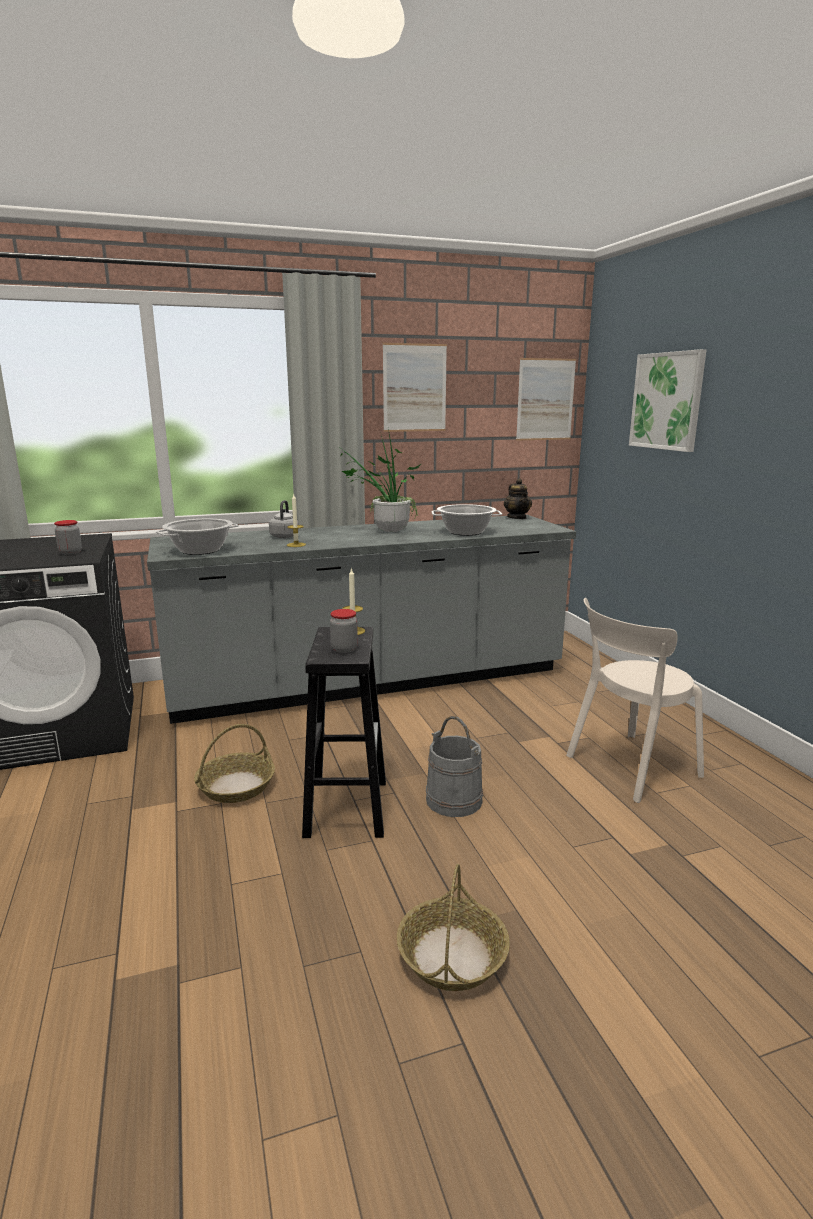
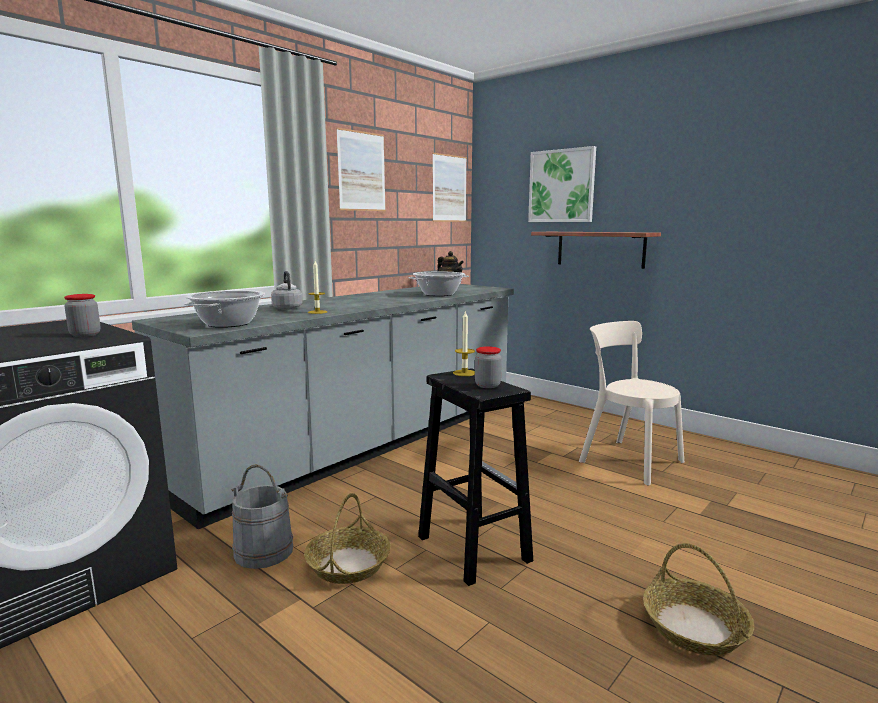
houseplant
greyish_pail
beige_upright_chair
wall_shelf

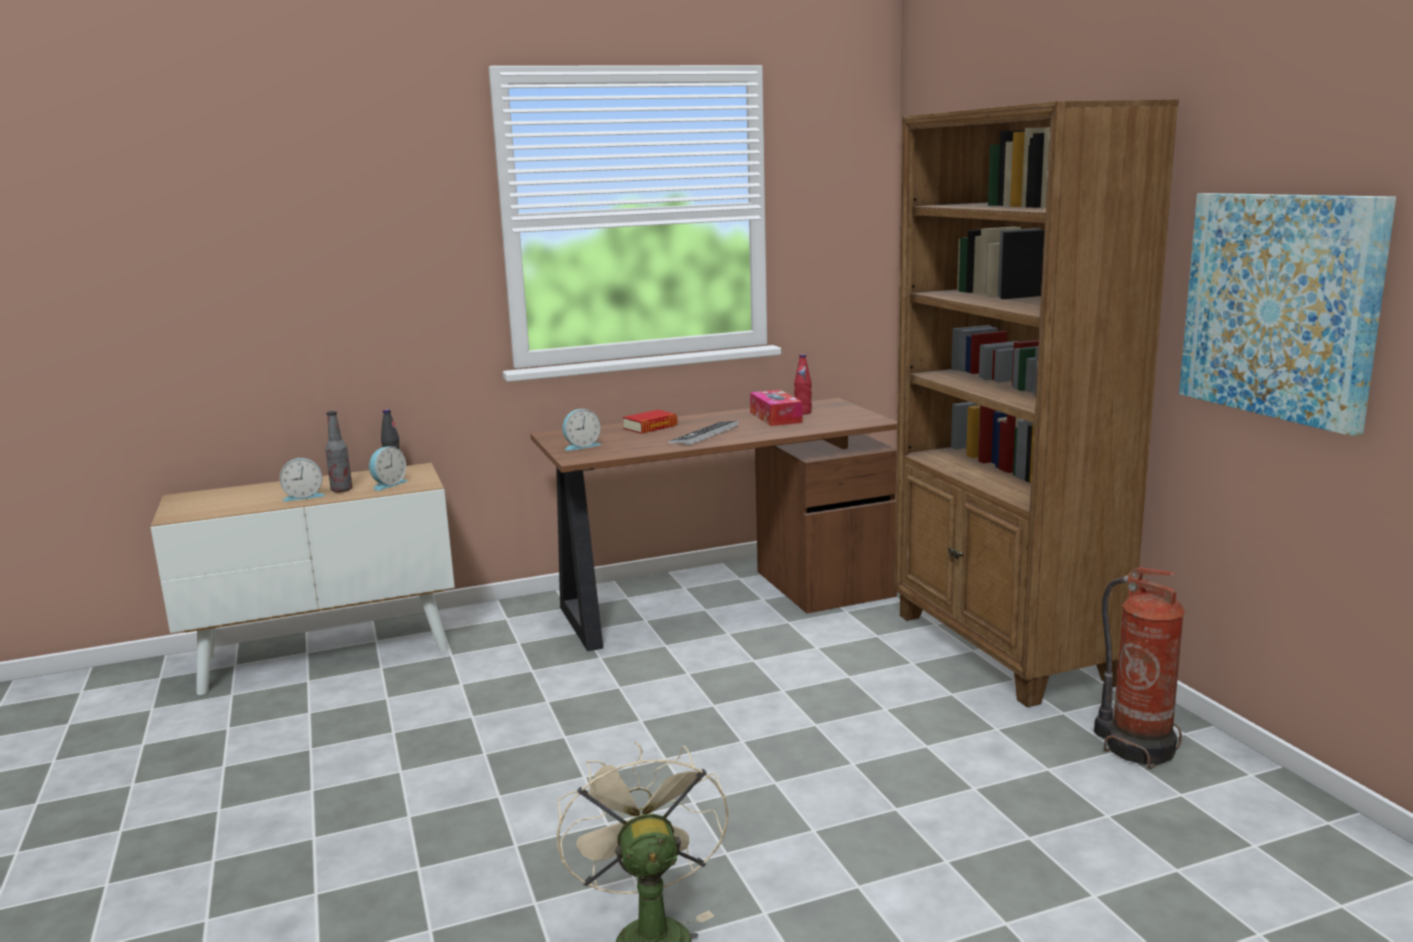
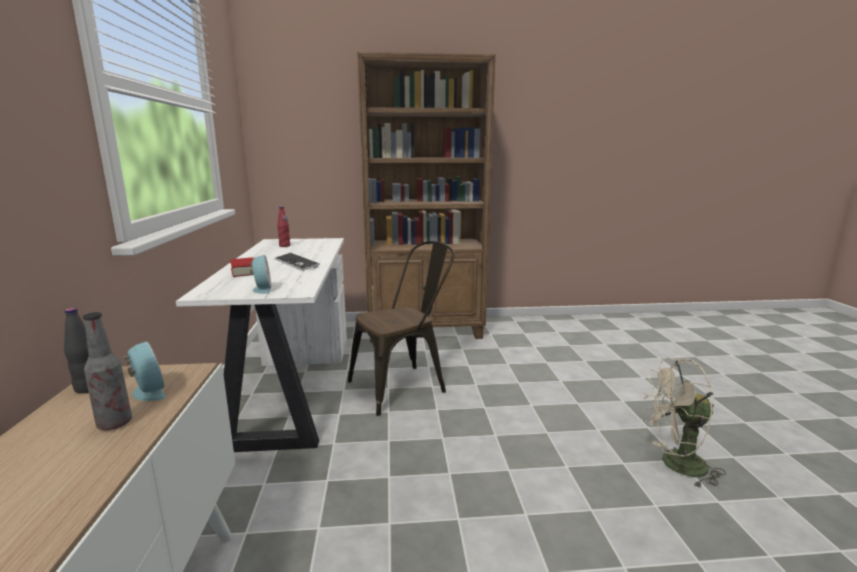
table_clock (no. 1 from left in the first image)
white_desk
tissue_holder
fire_extinguisher
wall_picture
brown-coloured_upright_chair

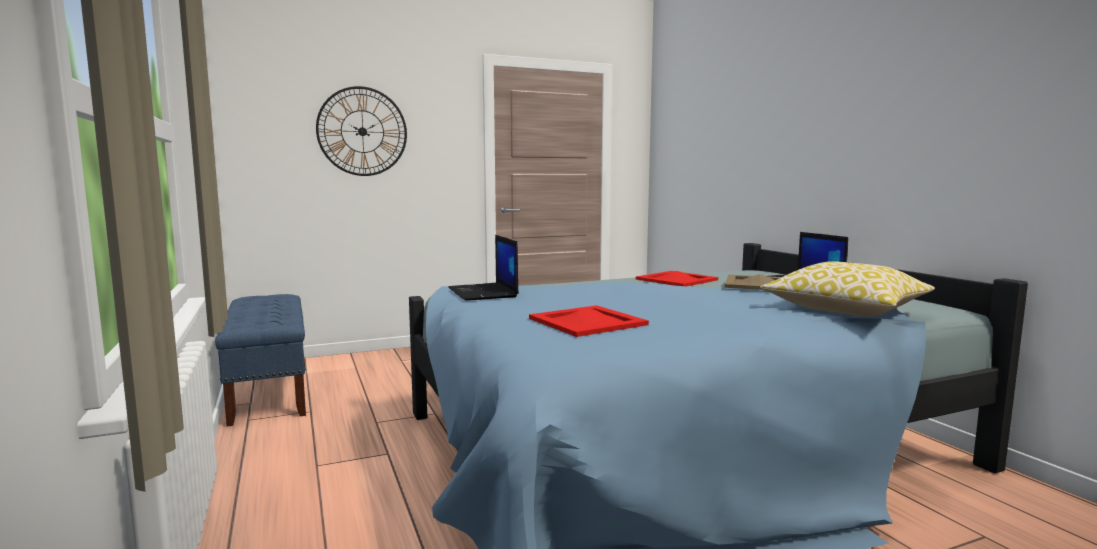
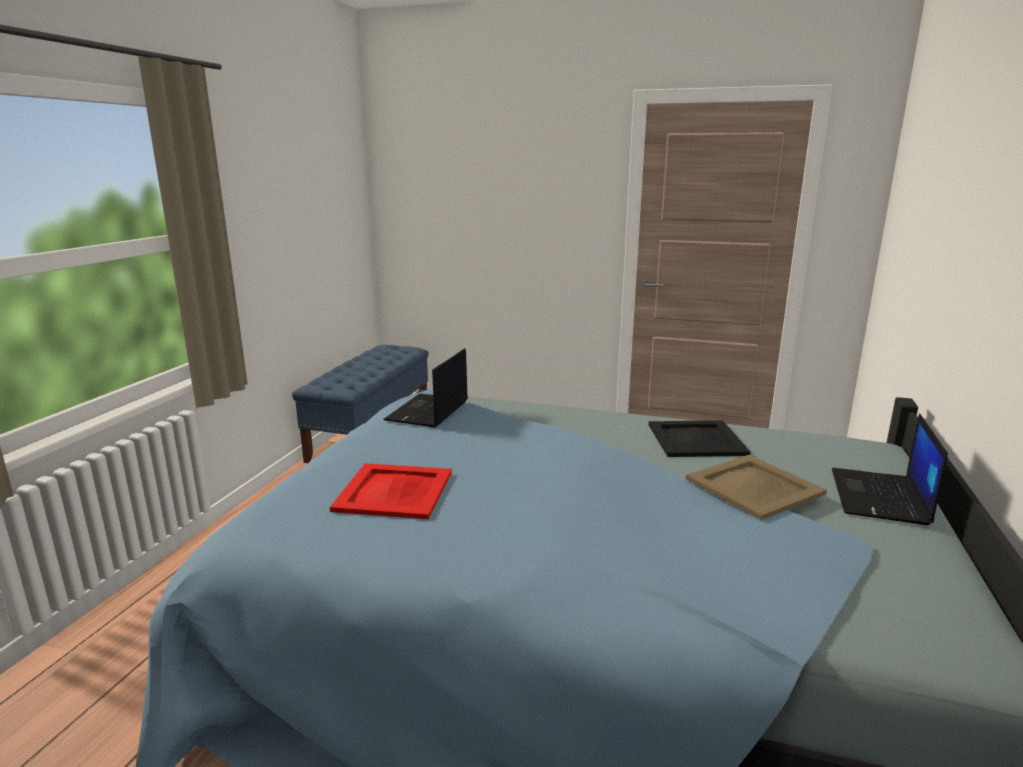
clock_on_the_wall
black_tray
throw_pillow

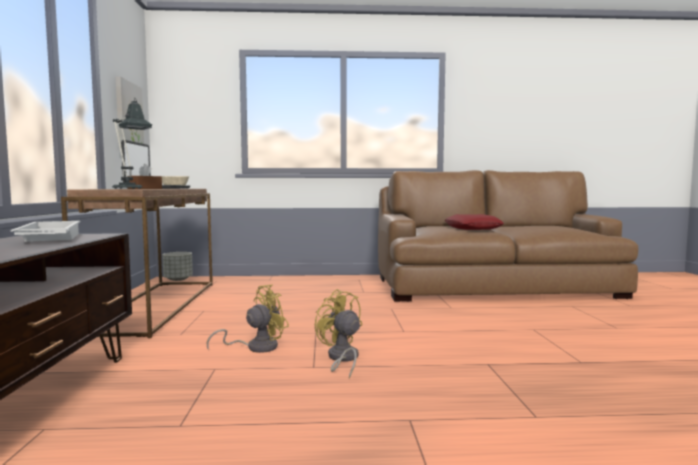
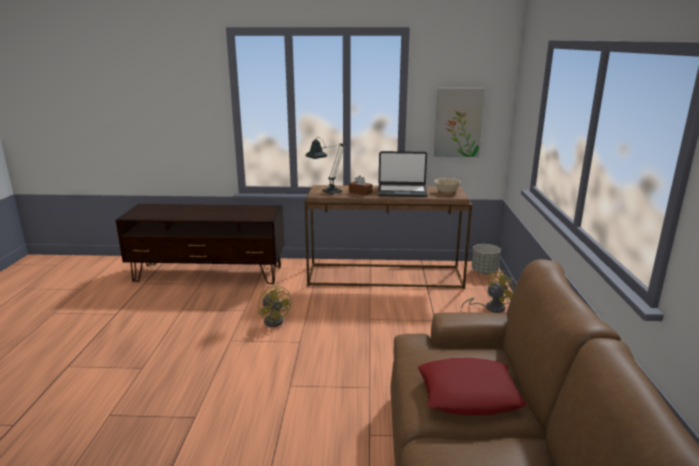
white_tray
yellow-coloured_electric_fan (no. 2 from left)

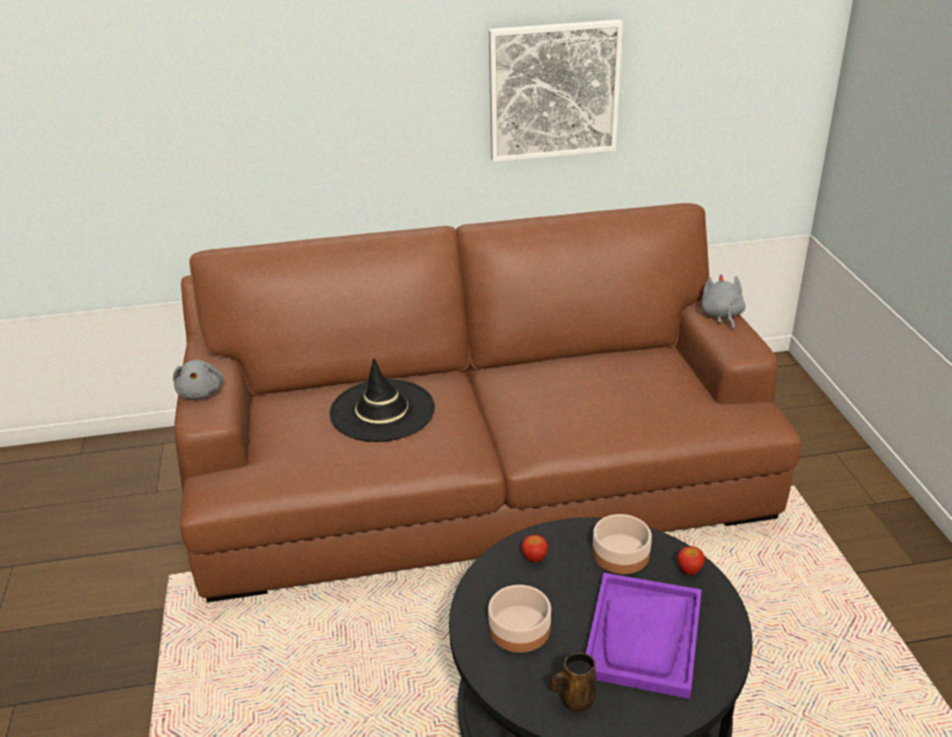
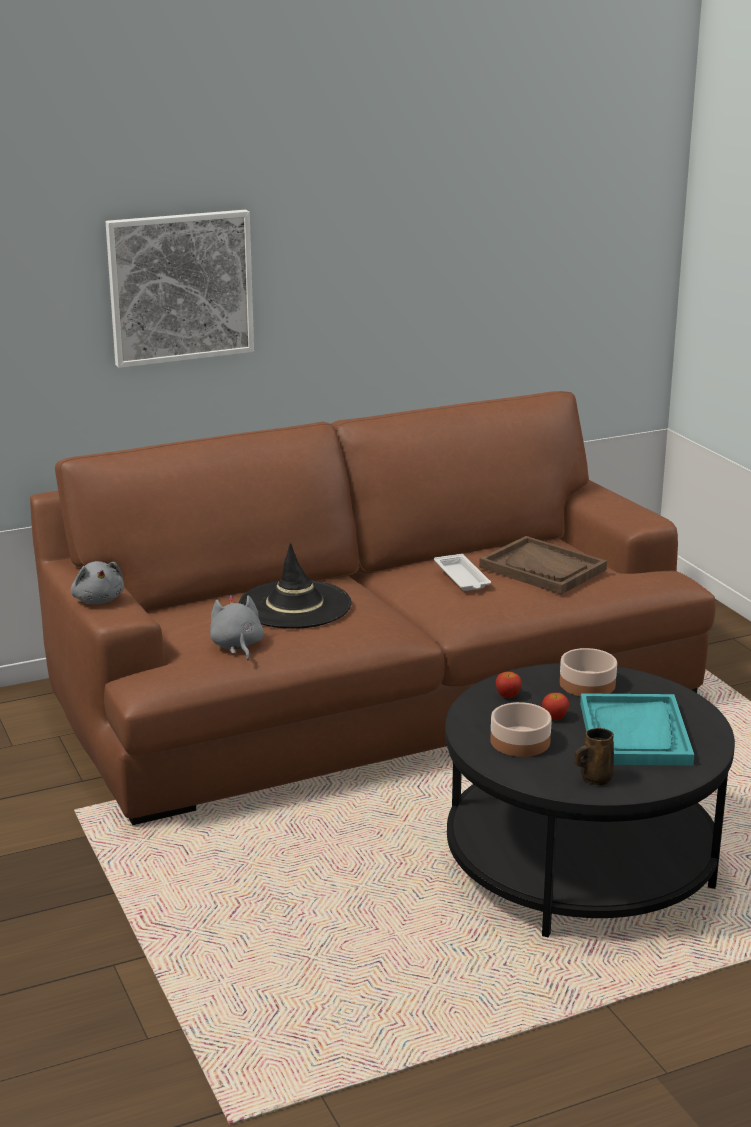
wall_picture
turquoise_tray
whole_apple (no. 2 from left)
greyish_cuddly_toy (no. 2 from left)
white_tray
brown-coloured_tray

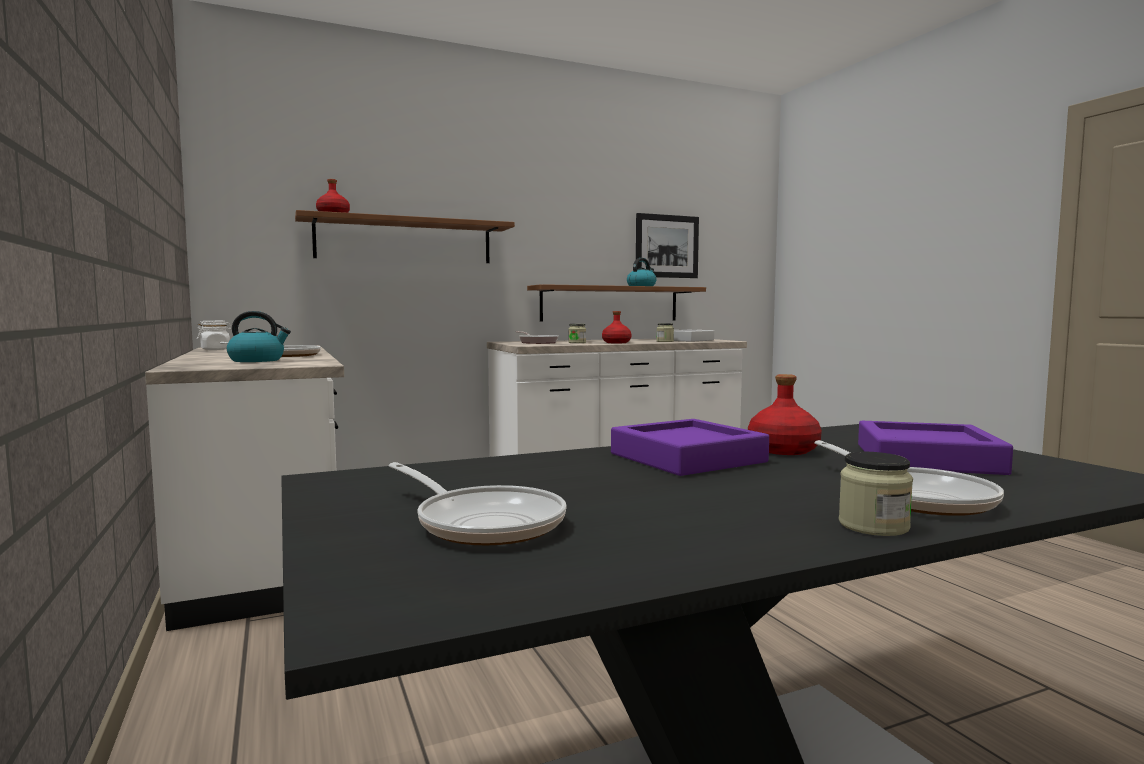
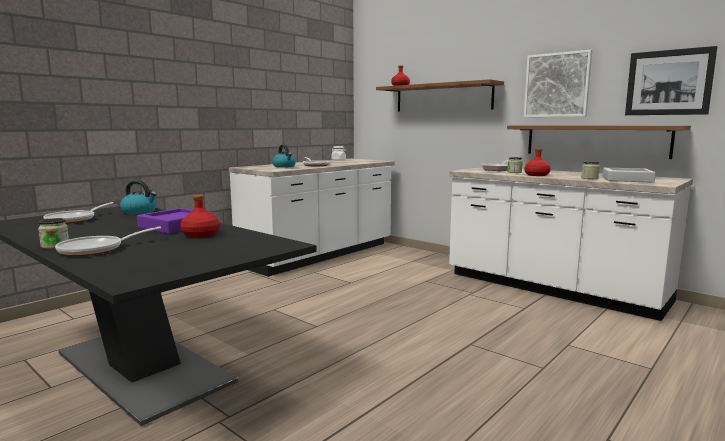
tea_kettle (no. 1 from left)
purple_tray (no. 2 from left in the first image)
wall_picture (no. 1 from left)

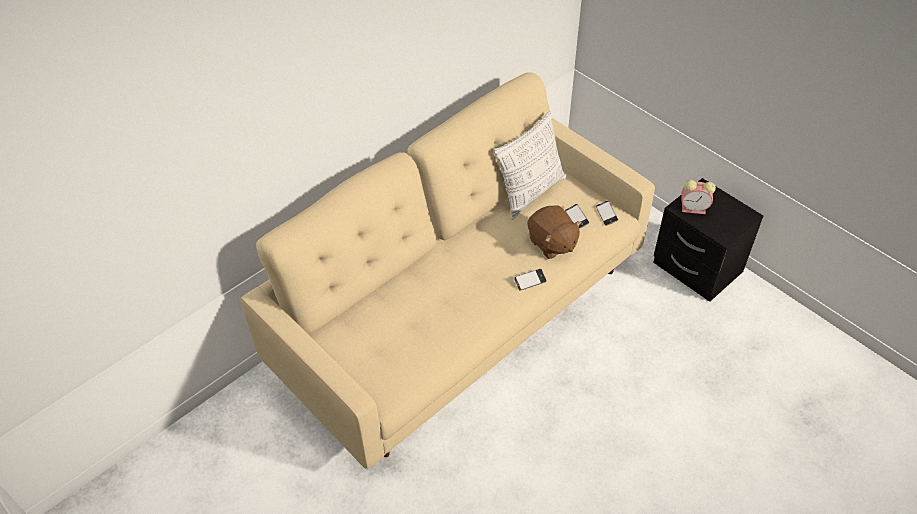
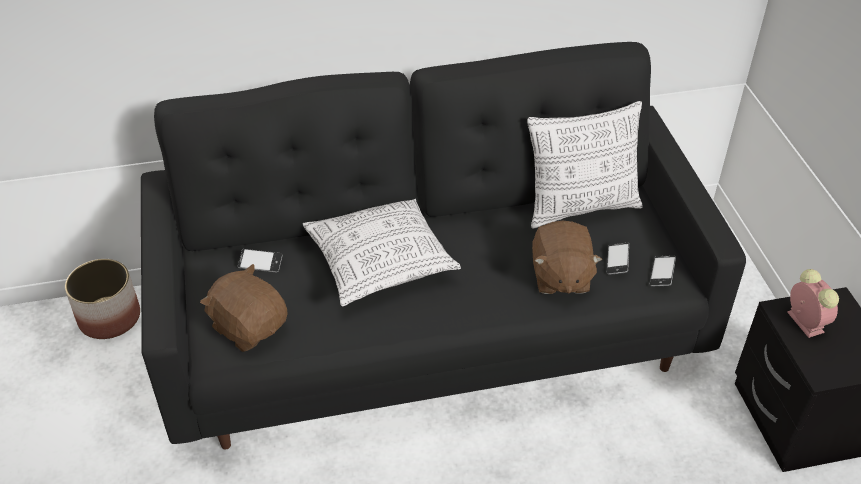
black_couch
handset (no. 1 from left)
table_clock
plant_pot
brown-coloured_cuddly_toy (no. 1 from left)
throw_pillow (no. 1 from left)

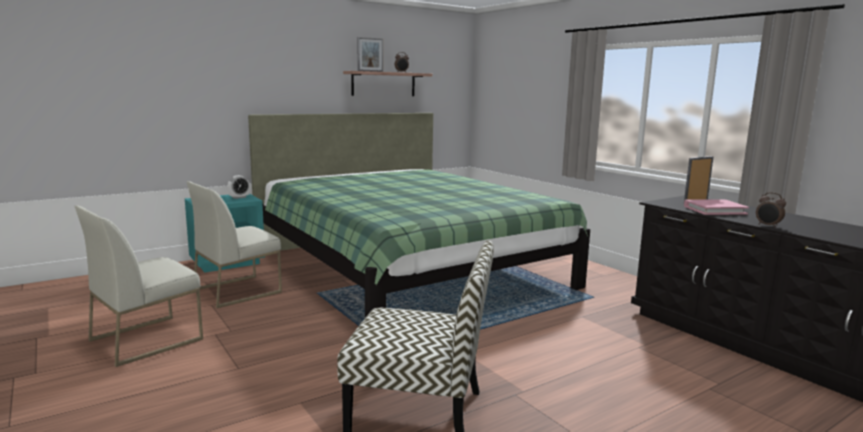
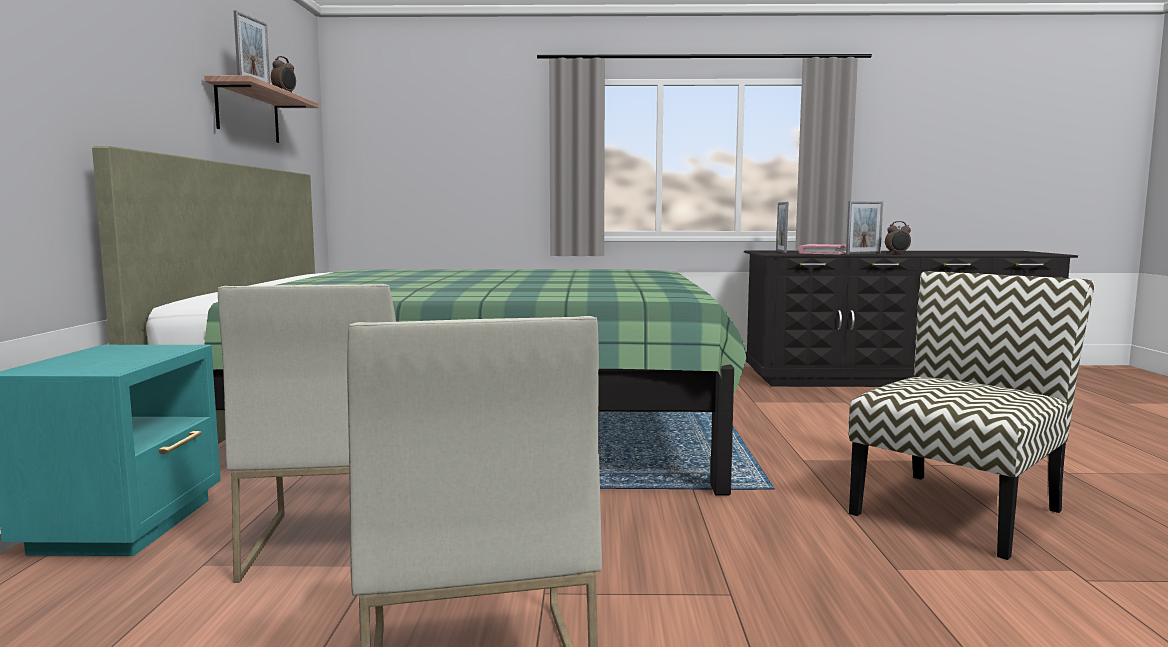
table_clock (no. 1 from left in the first image)
photo_frame (no. 3 from left)

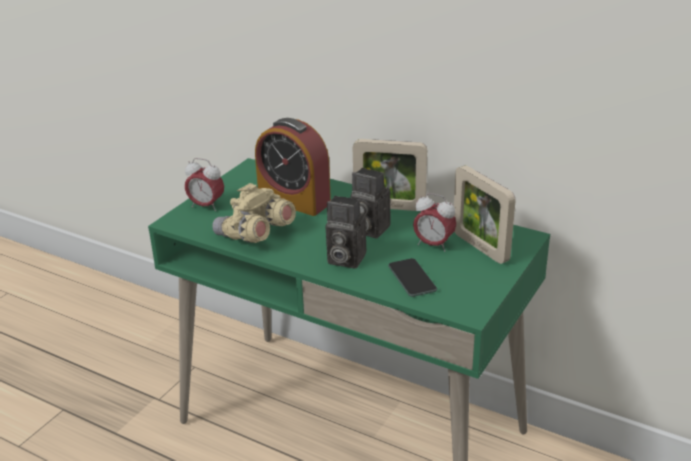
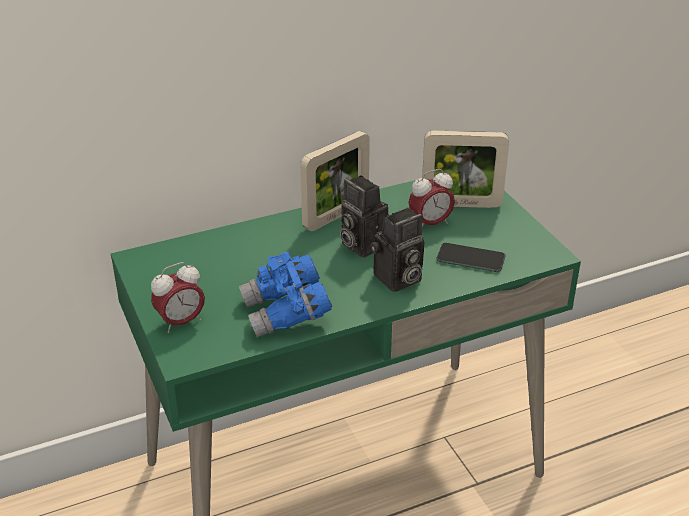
bluish_pair_of_binoculars
table_clock (no. 2 from left in the first image)
still_camera (no. 1 from left)

